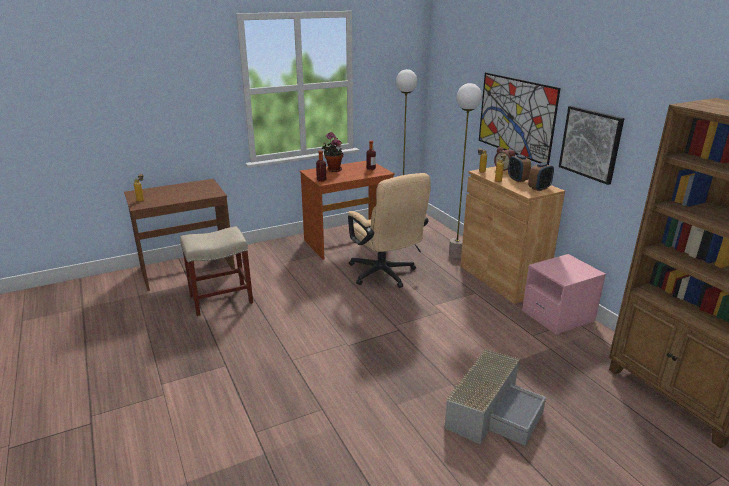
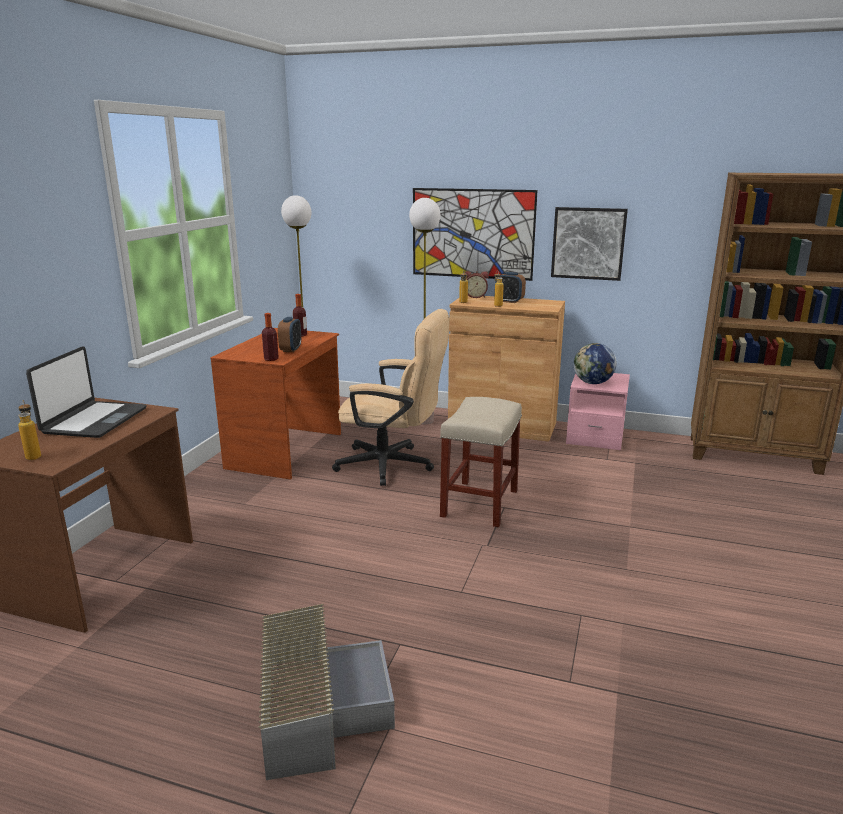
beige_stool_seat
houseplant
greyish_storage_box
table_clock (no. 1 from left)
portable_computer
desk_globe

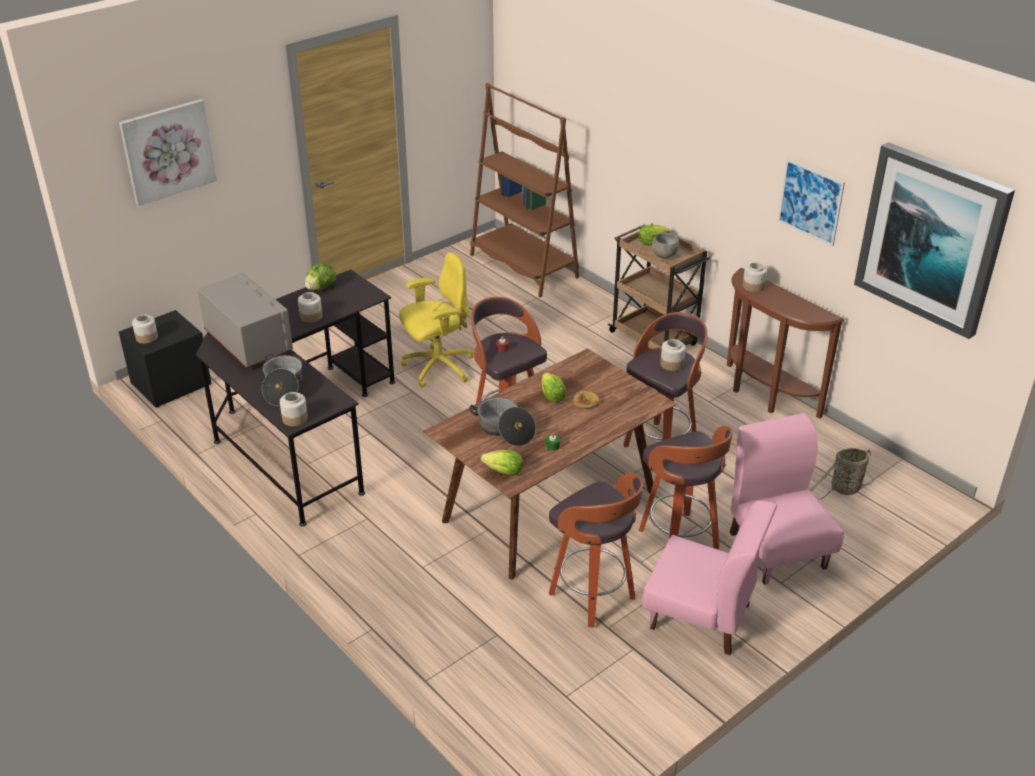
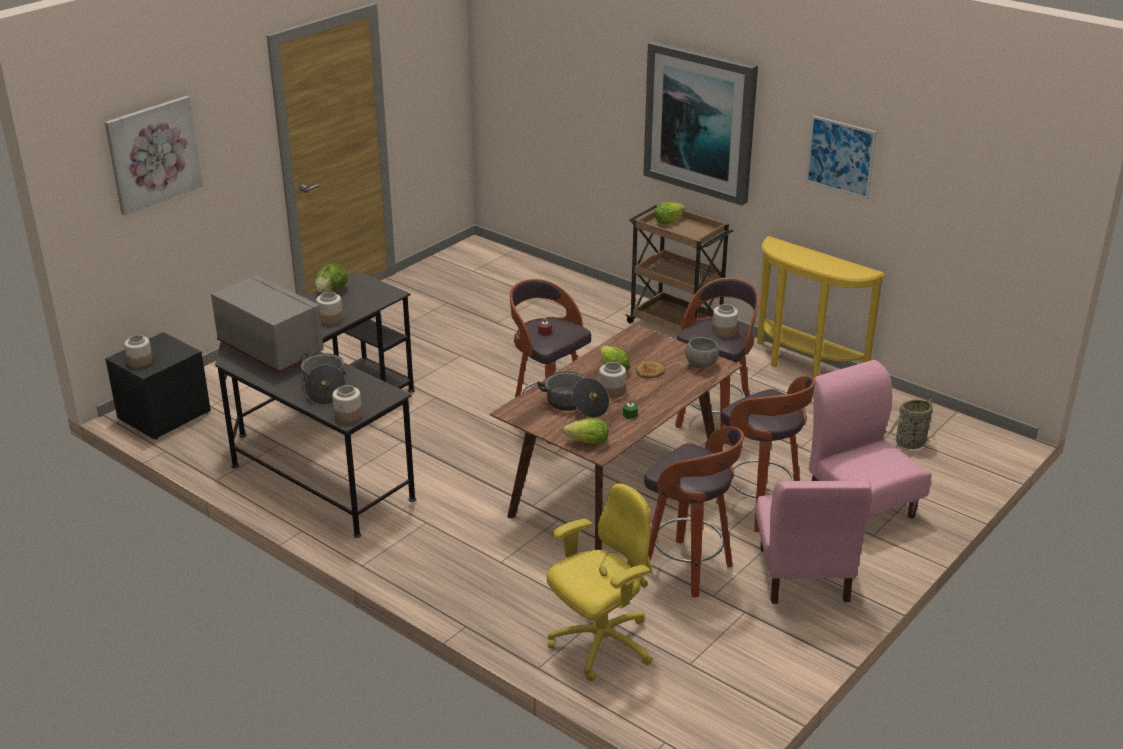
yellow-coloured_desk_chair
brown-coloured_bookcase
pink-coloured_upright_chair (no. 1 from left)
greyish_deep_dish
yellow-coloured_console_table
storage_jar (no. 4 from left)
wall_picture (no. 2 from left)

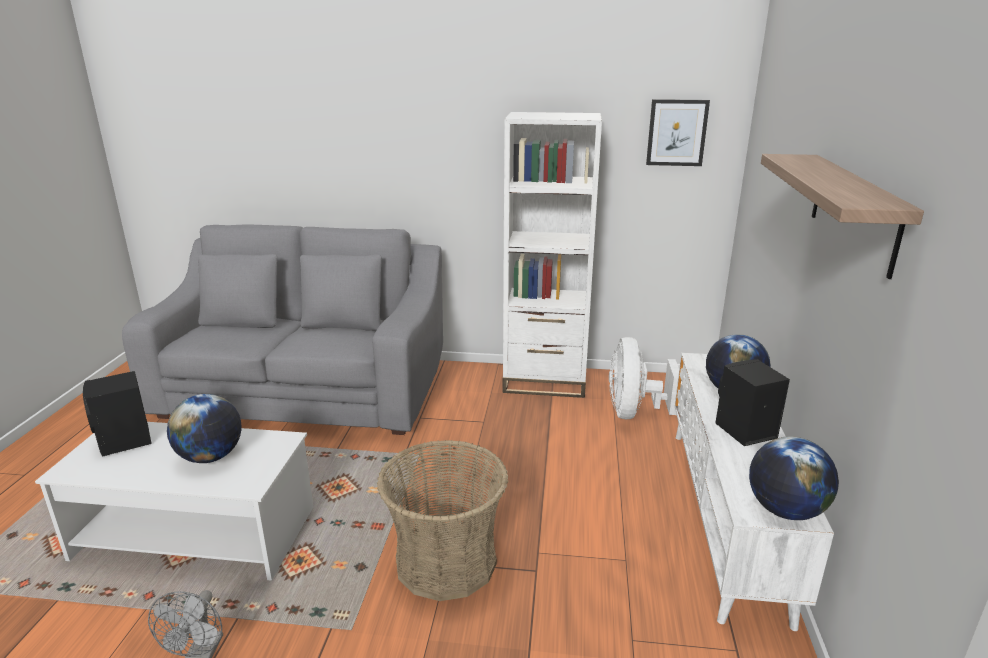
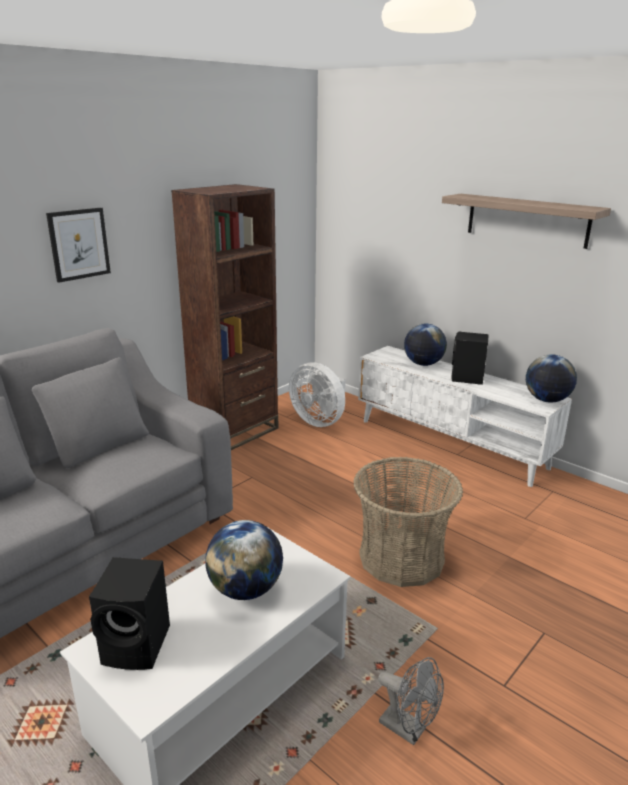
brown-coloured_bookcase
wall_picture

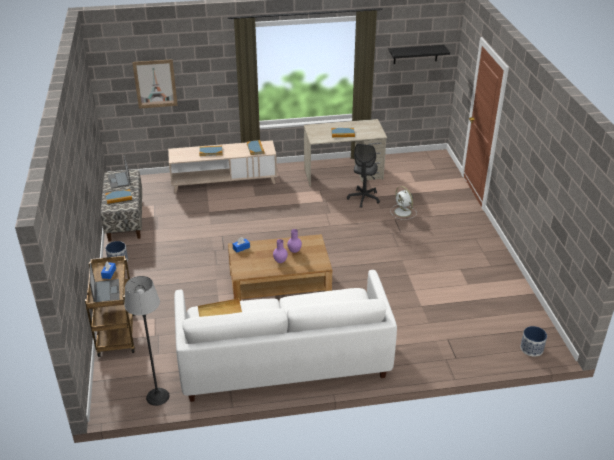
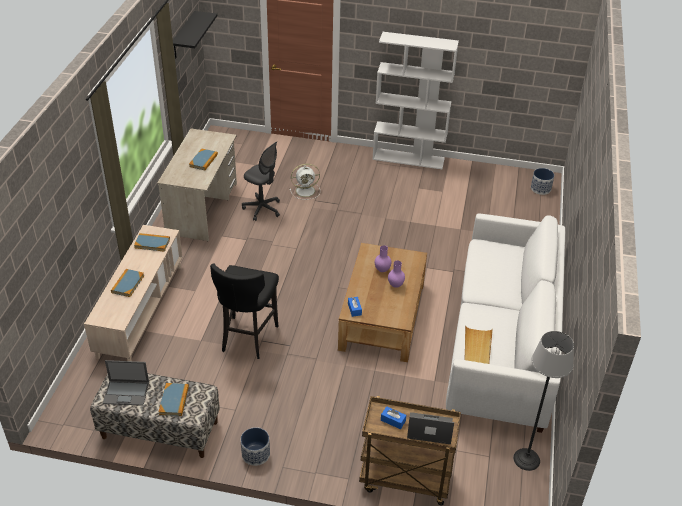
wall_picture
black_stool_seat
white_bookcase

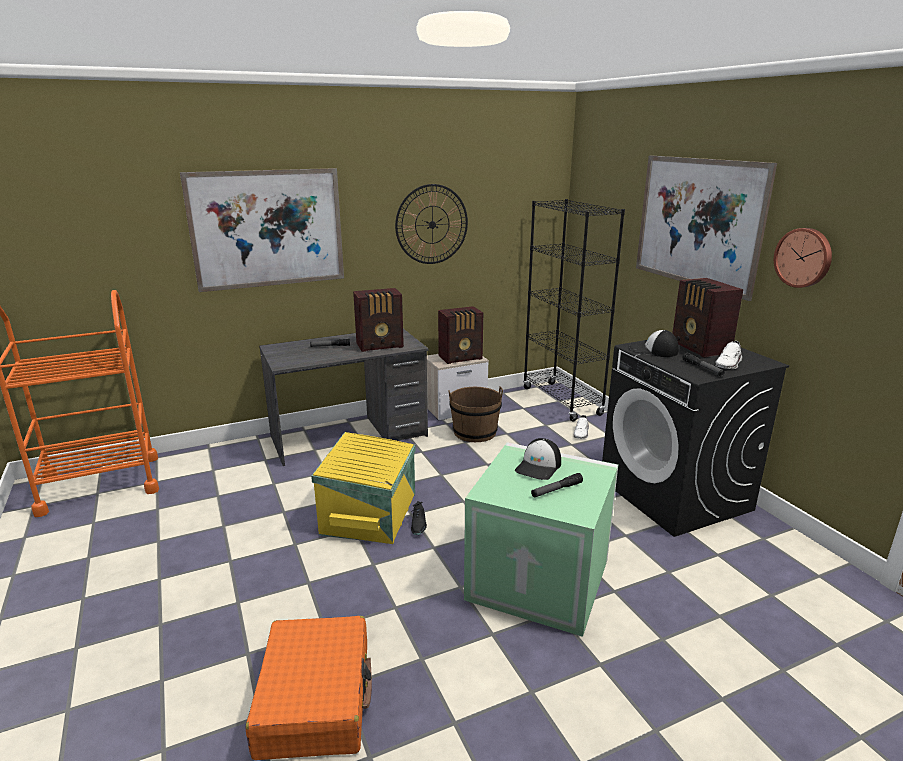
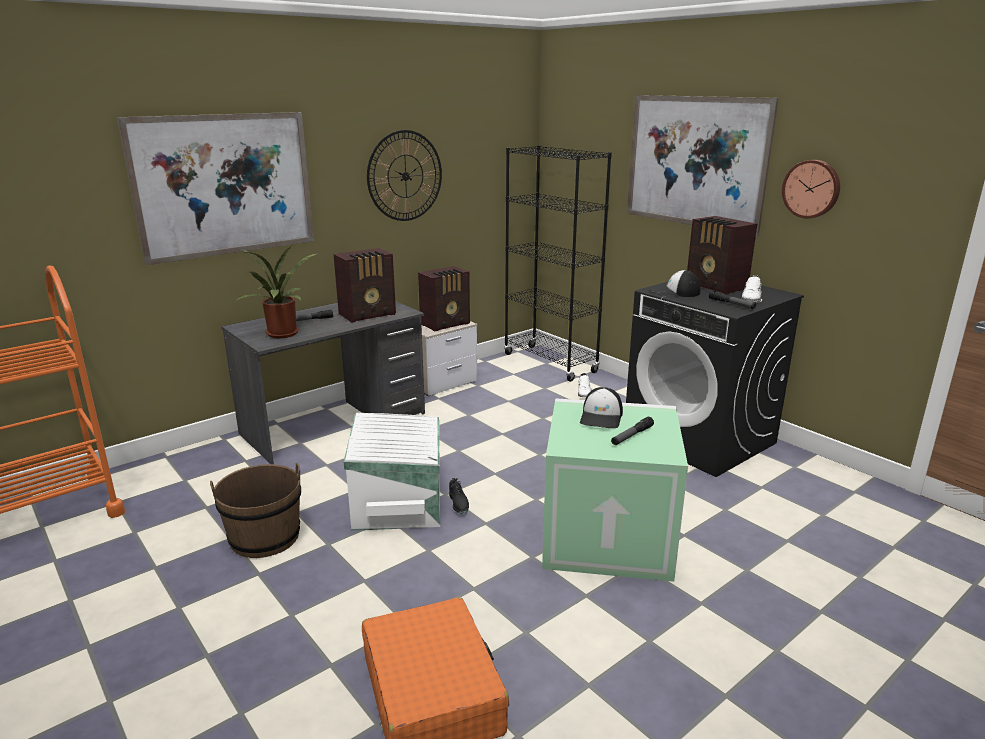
white_storage_box
brown-coloured_pail
houseplant

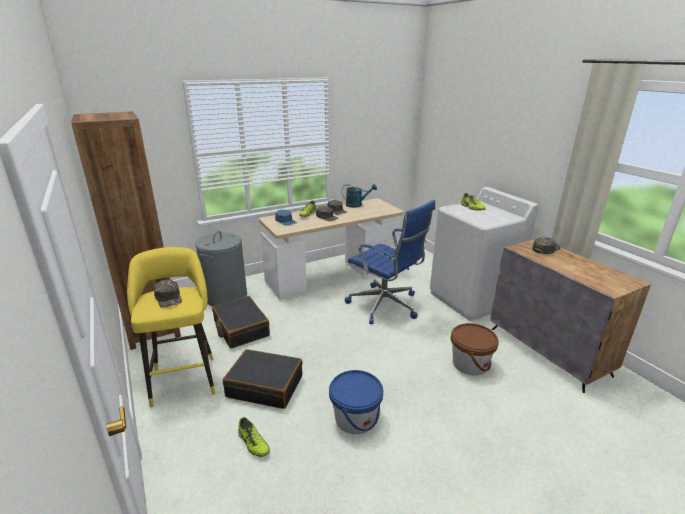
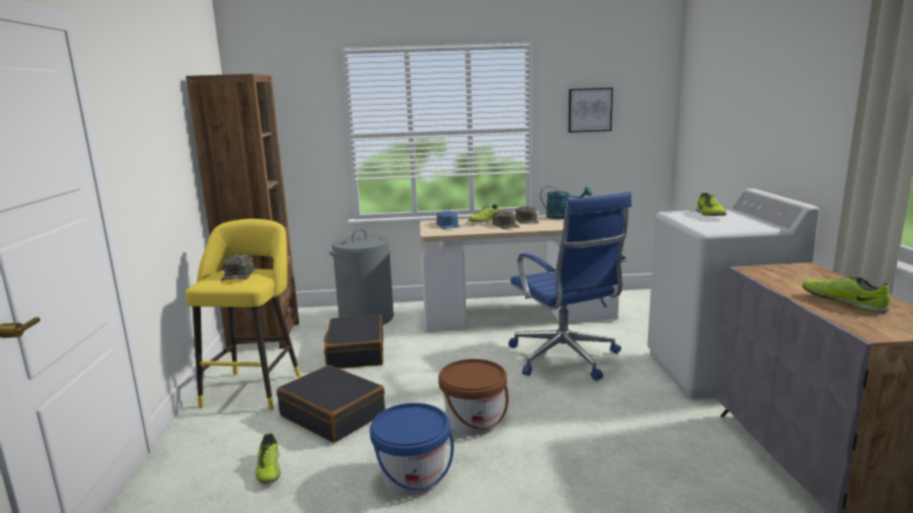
brown-coloured_pail
green_cap (no. 4 from left in the first image)
wall_picture
shoe (no. 4 from left)

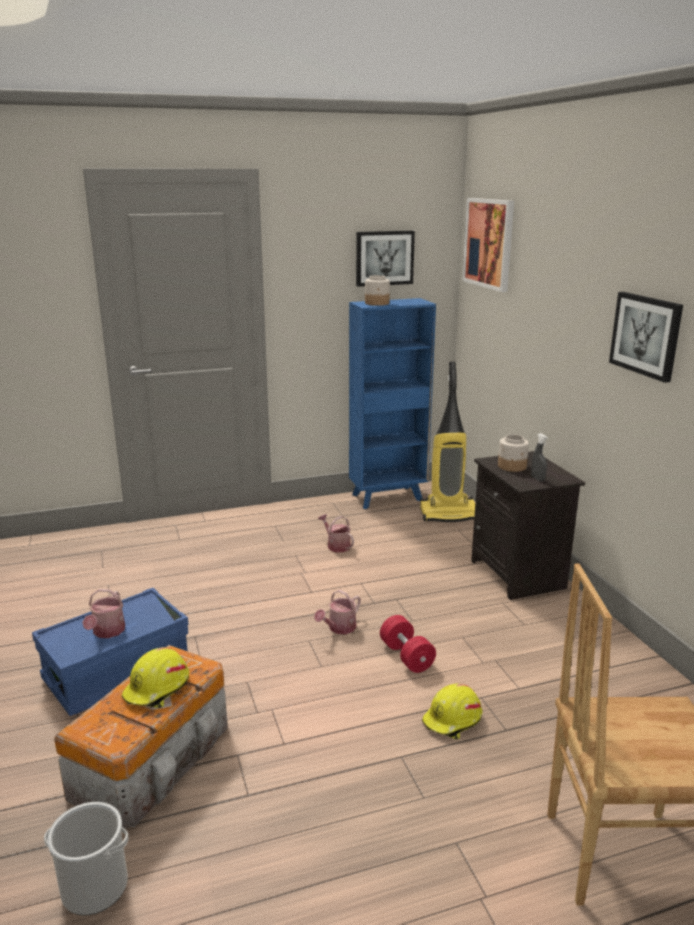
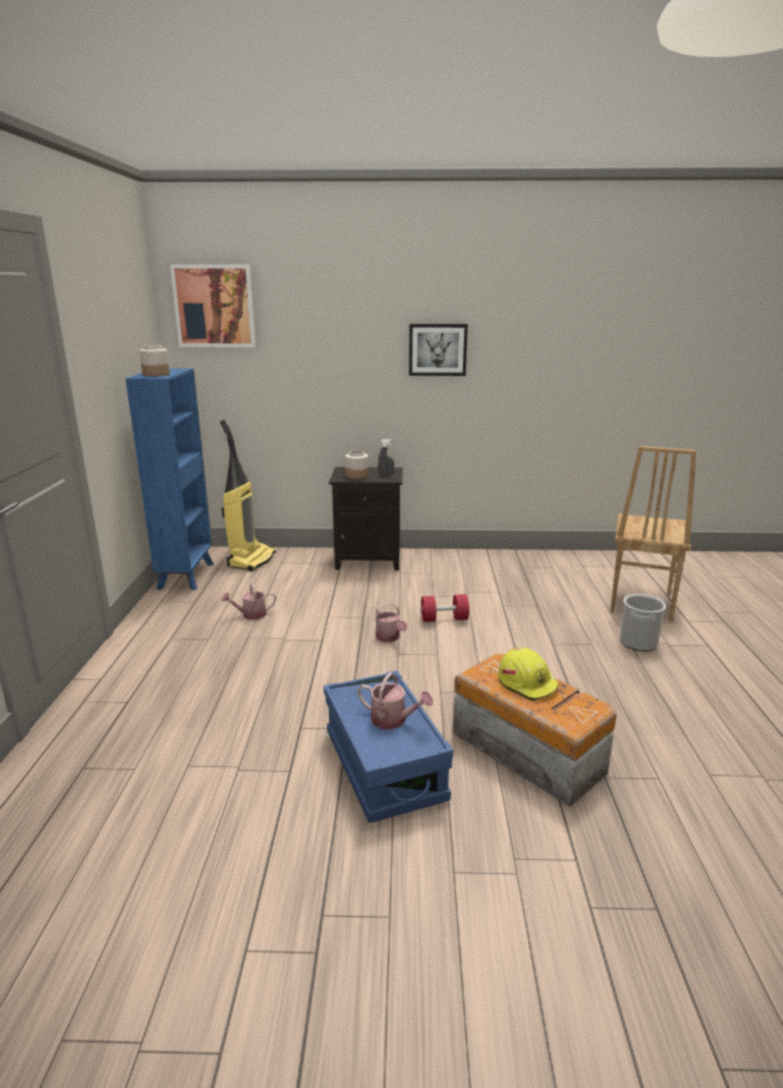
pail
wall_picture (no. 1 from left in the first image)
yellow-coloured_safety_helmet (no. 2 from left in the first image)

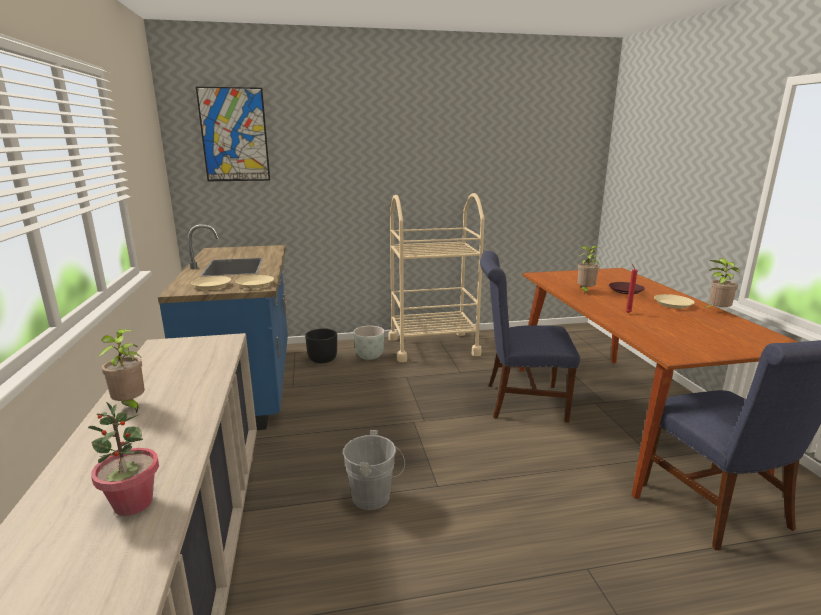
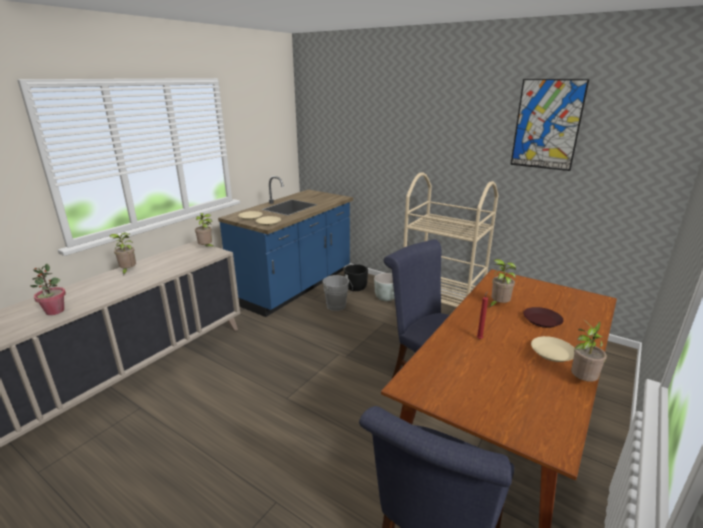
wall_picture
greyish_pail
houseplant (no. 3 from left)

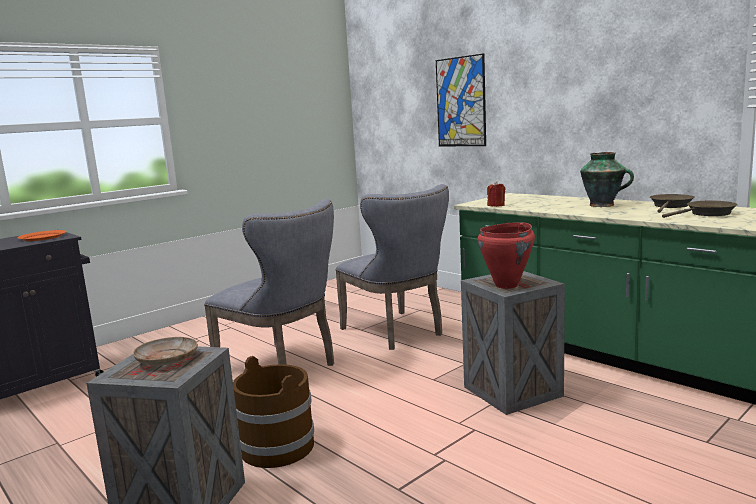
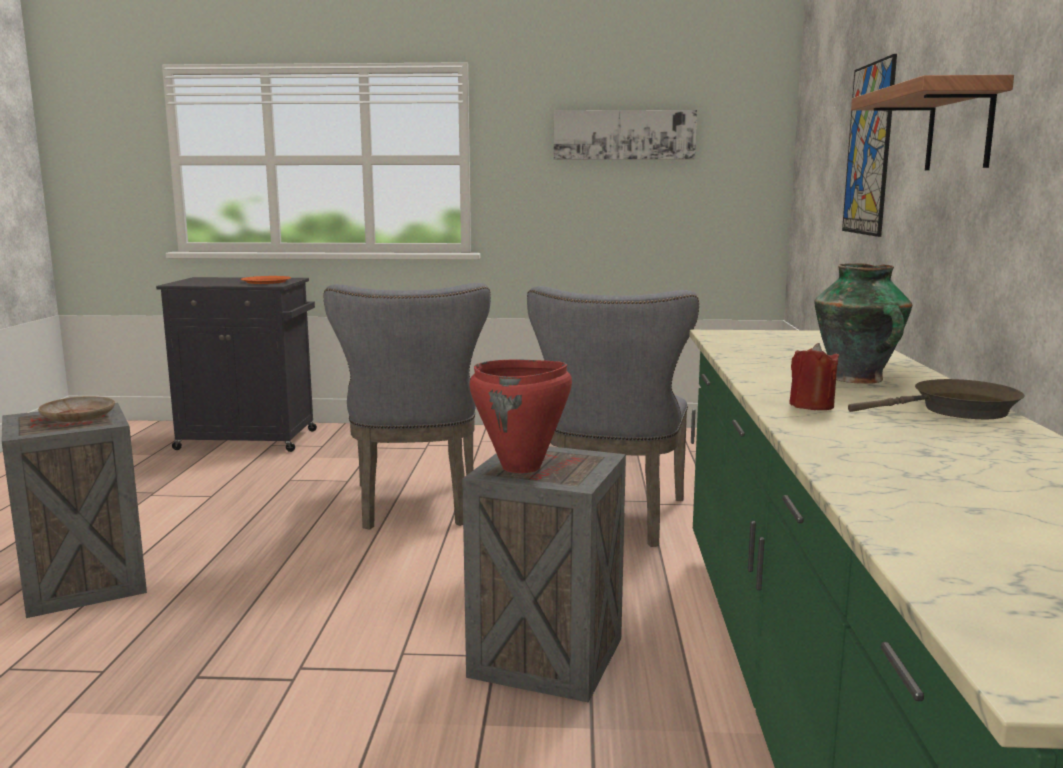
brown-coloured_pail
red_wax_light
brown-coloured_pan (no. 2 from left in the first image)
wall_picture (no. 1 from left)
wall_shelf

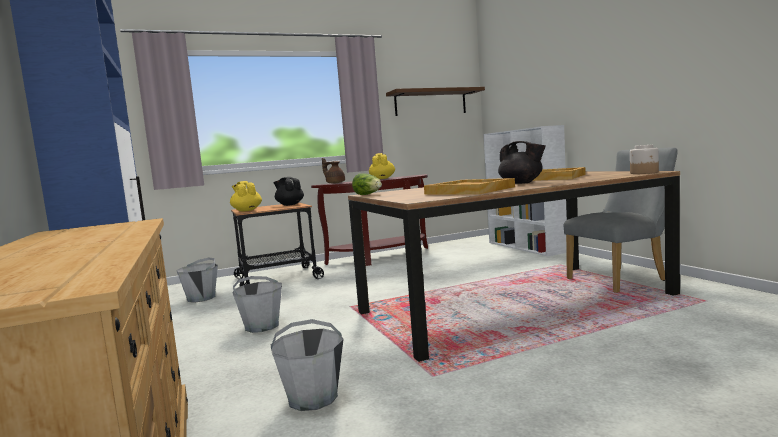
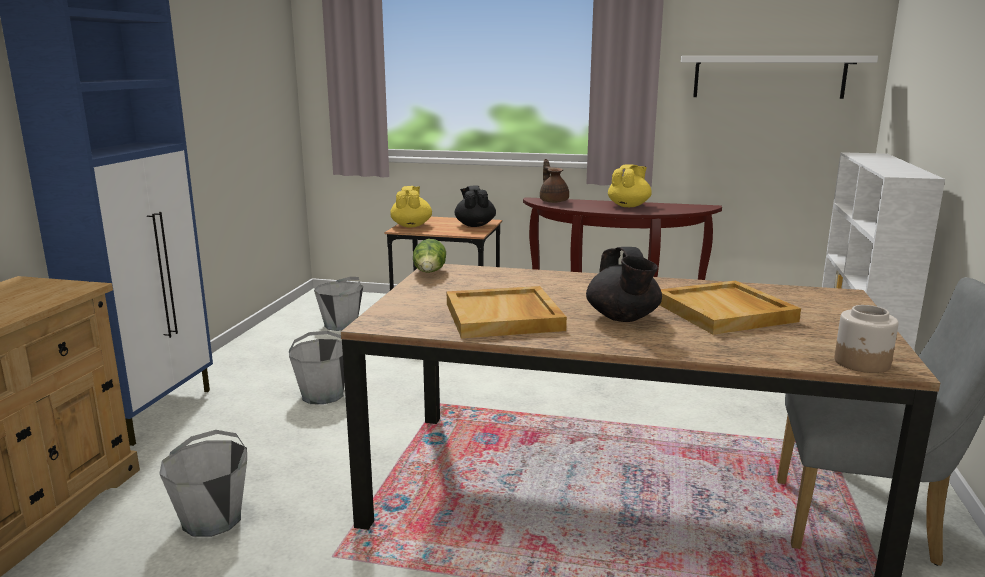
white_wall_shelf

